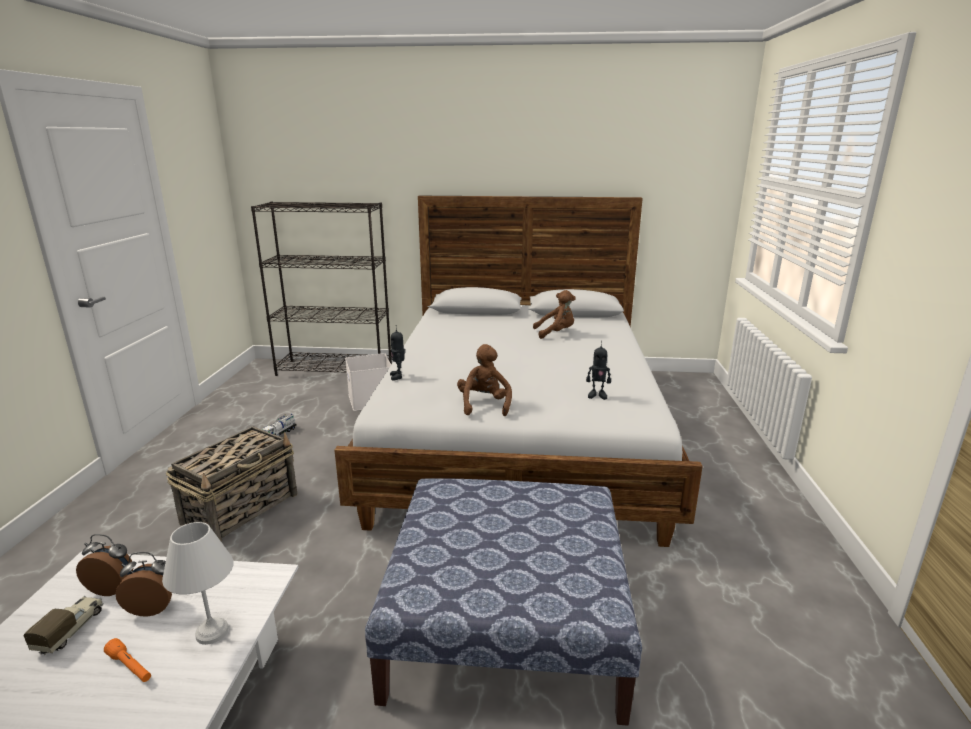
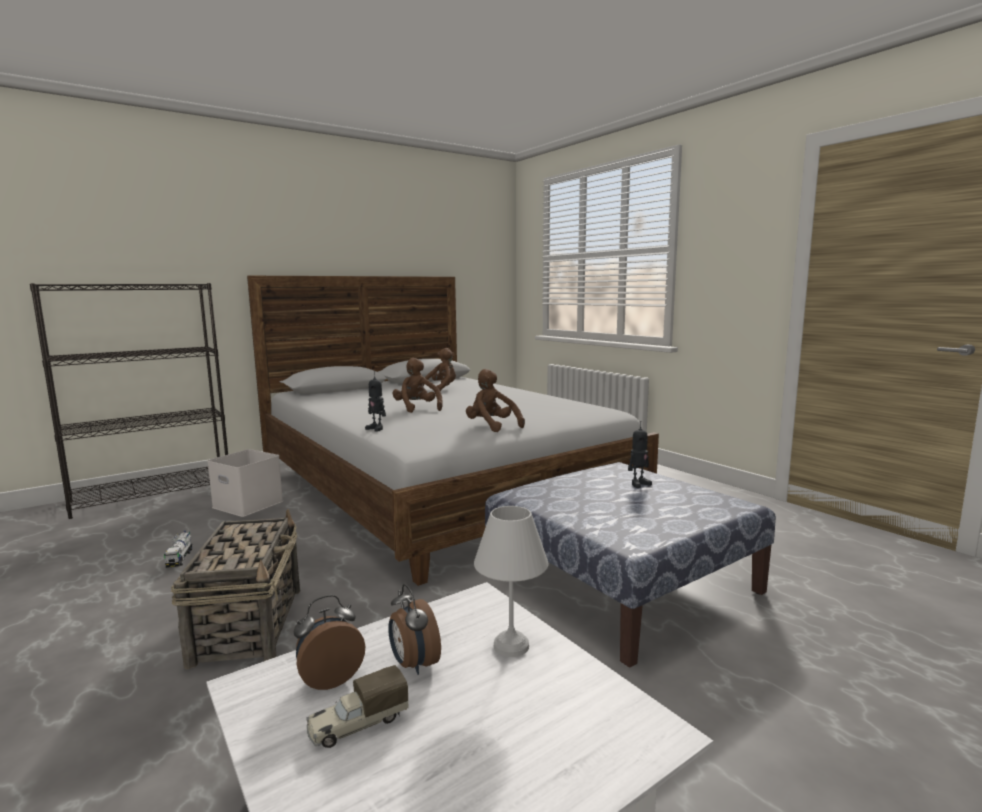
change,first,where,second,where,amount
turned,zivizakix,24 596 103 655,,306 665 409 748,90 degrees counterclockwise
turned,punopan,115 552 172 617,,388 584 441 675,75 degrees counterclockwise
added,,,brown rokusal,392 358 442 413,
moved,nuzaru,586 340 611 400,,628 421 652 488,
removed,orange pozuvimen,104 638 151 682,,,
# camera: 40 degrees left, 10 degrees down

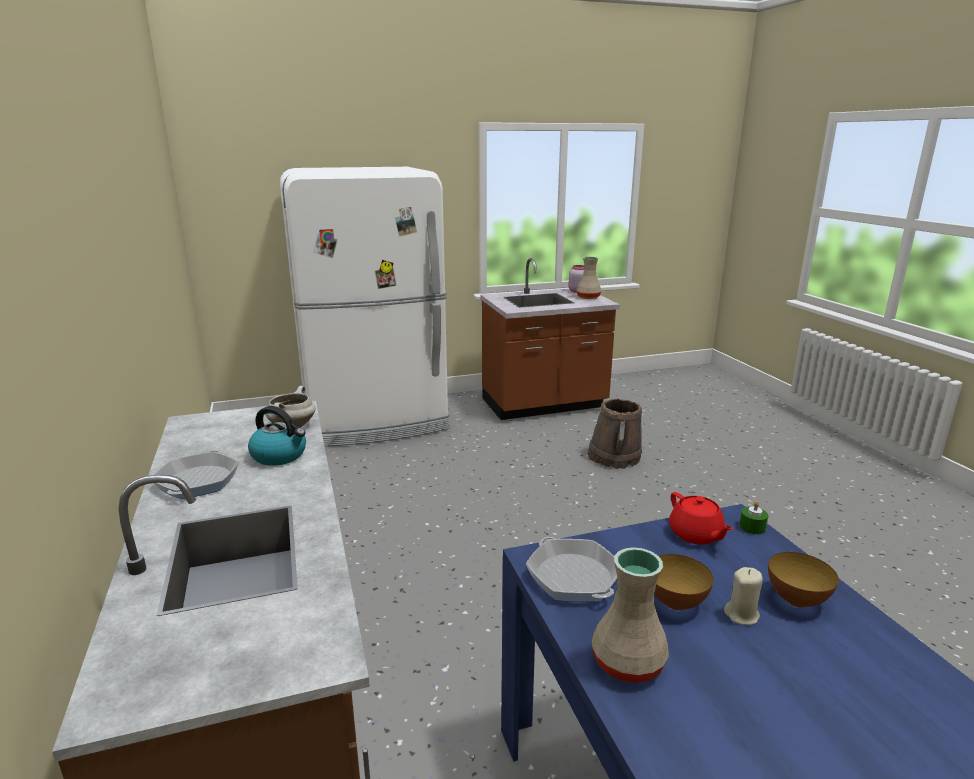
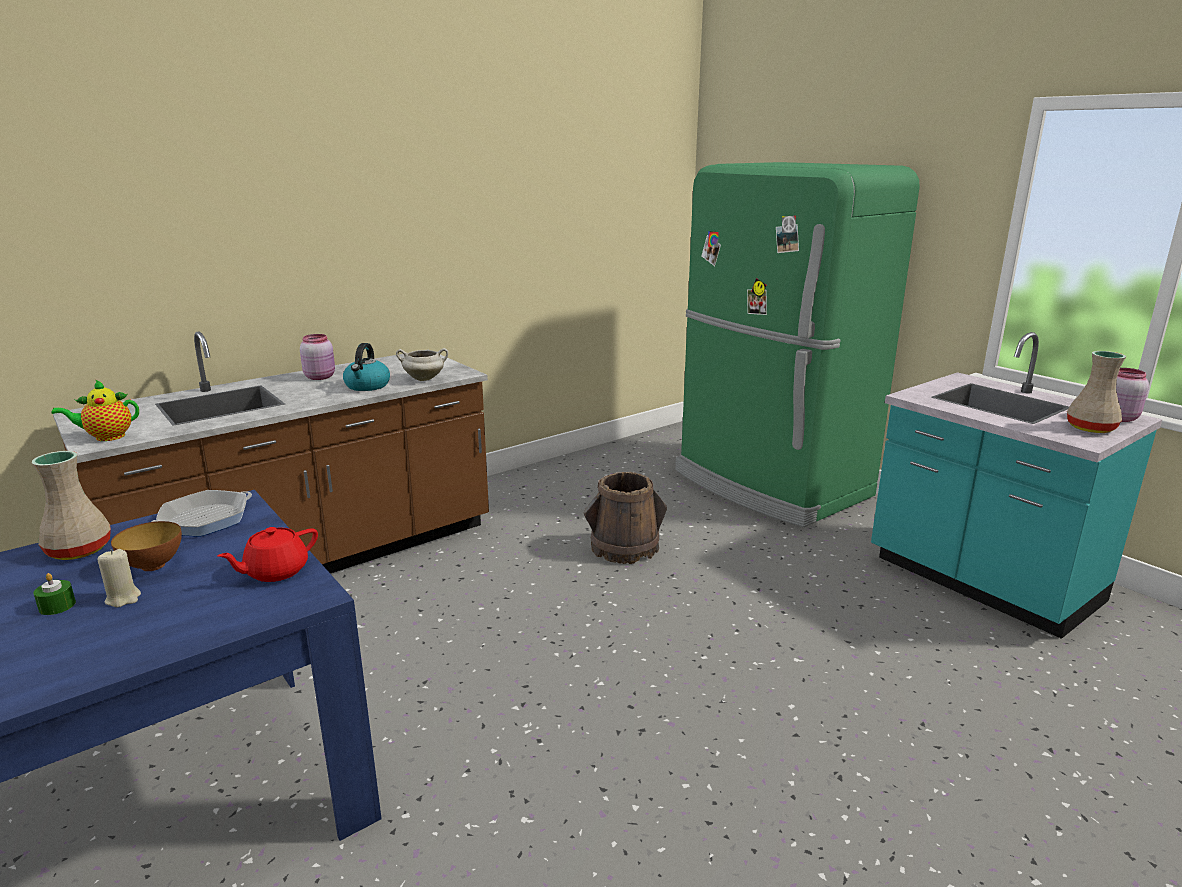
change,first,where,second,where,amount
moved,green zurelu,739 501 768 534,,33 573 76 615,
added,,,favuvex,51 379 139 441,
replaced,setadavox,154 450 239 499,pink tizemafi,300 334 335 380,
moved,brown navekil,588 399 642 469,,583 472 667 564,
recoloured,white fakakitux,280 167 450 447,green fakakitux,675 162 920 527,
recoloured,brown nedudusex,481 258 620 420,turquoise nedudusex,871 332 1163 639,
removed,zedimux,768 552 839 608,,,
# camera: 70 degrees right, 0 degrees up

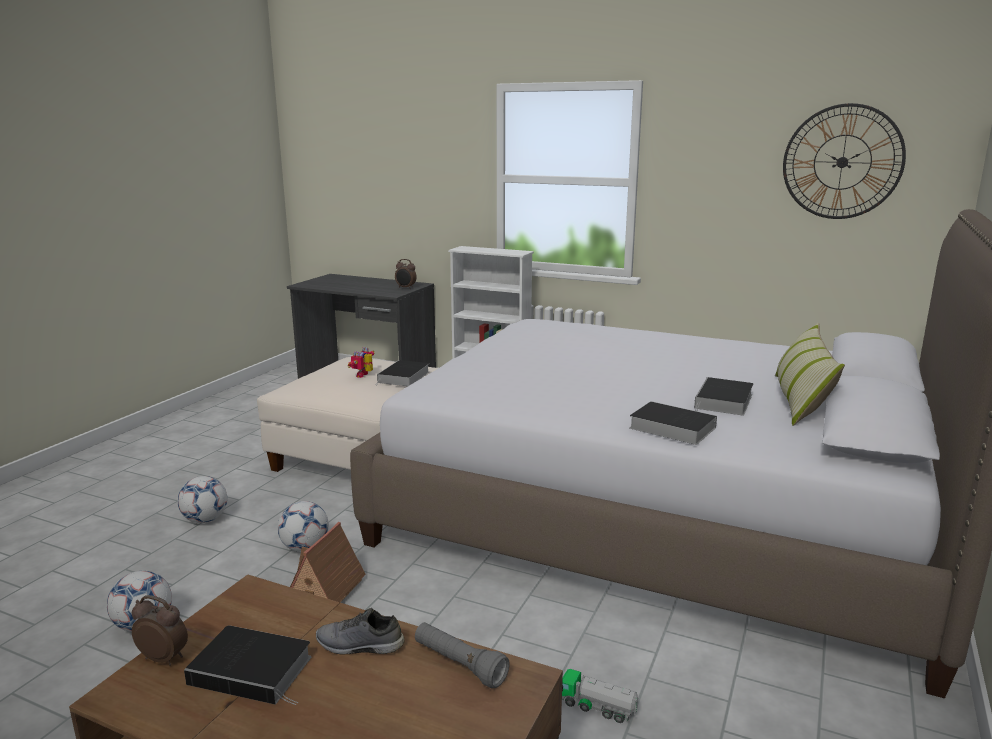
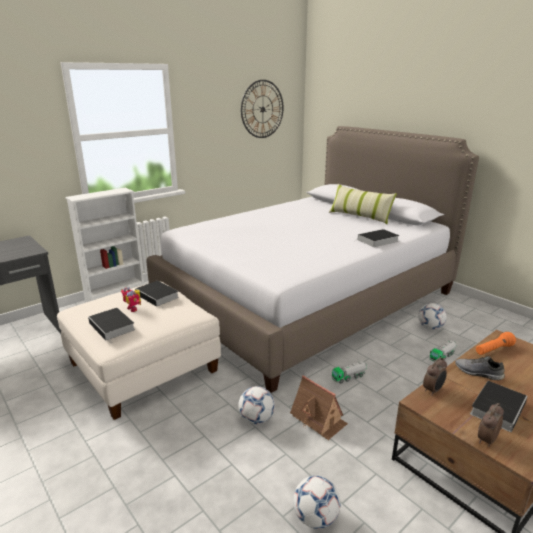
change,first,where,second,where,amount
moved,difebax,694 377 753 416,,88 308 135 343,
added,,,zivizakix,332 361 367 383,
moved,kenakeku,178 476 227 523,,418 303 447 330,
moved,punopan,395 259 417 289,,423 357 447 396,
turned,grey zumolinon,316 608 405 654,,455 356 505 380,90 degrees clockwise
recoloured,grey pozuvimen,415 622 510 688,orange pozuvimen,476 332 516 355,
# camera: 65 degrees left, 5 degrees up

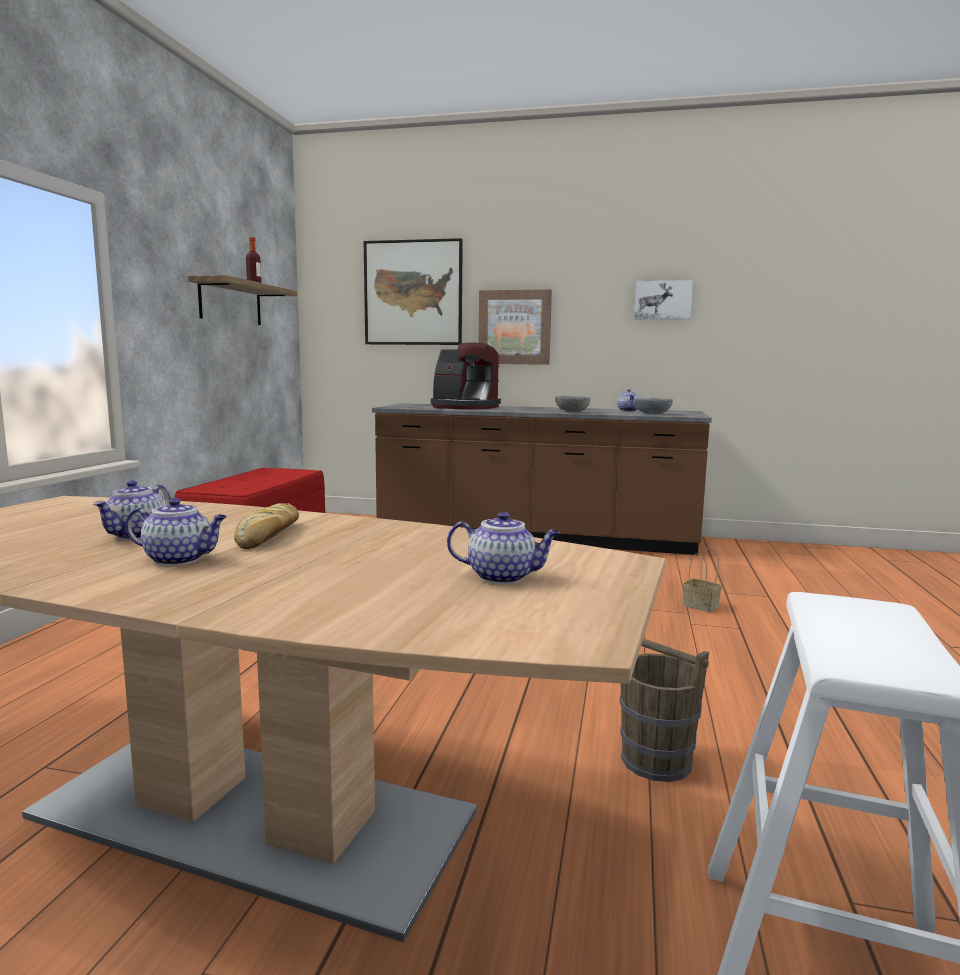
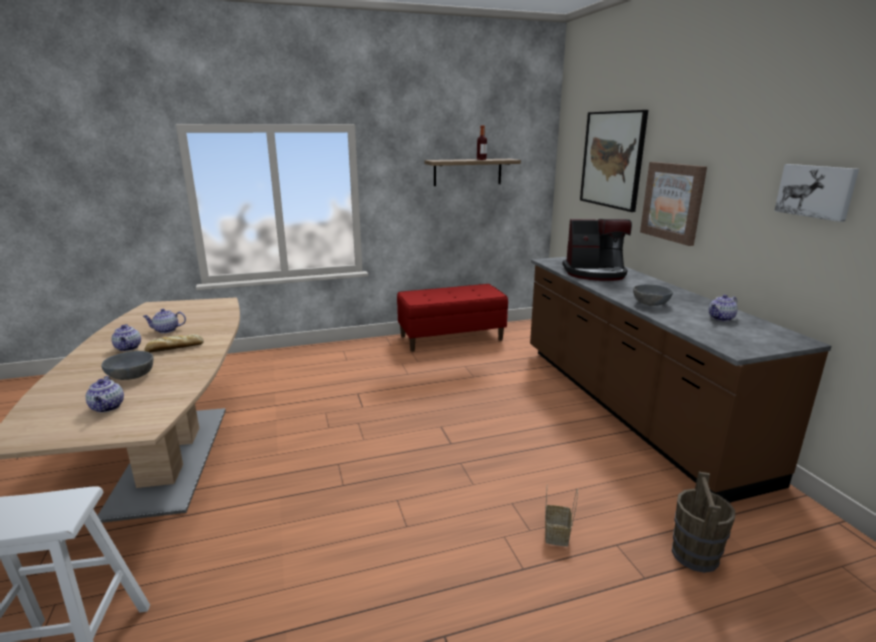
change,first,where,second,where,amount
moved,grey zedimux,635 398 673 414,,101 351 154 380,
turned,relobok,431 342 501 410,,562 219 632 281,75 degrees counterclockwise
moved,brown navekil,620 638 709 782,,672 472 735 573,
# camera: 60 degrees right, 10 degrees up

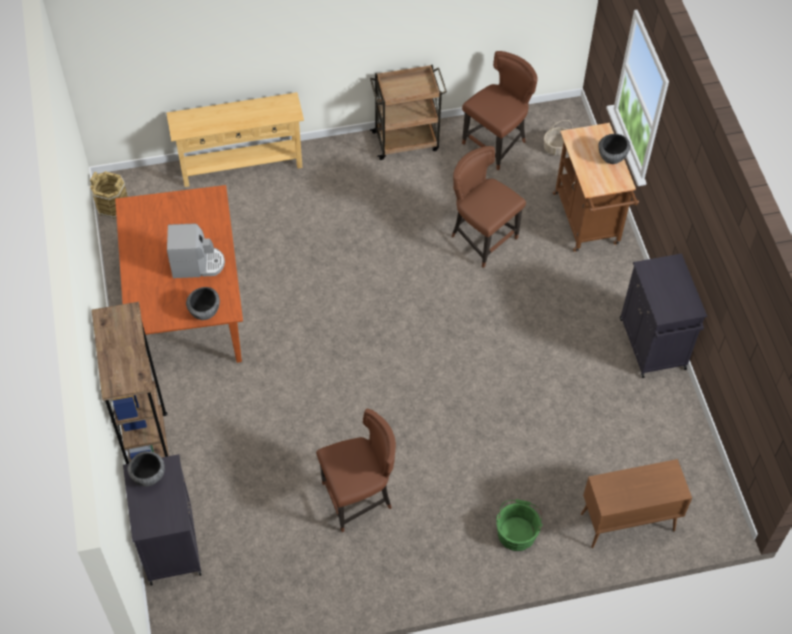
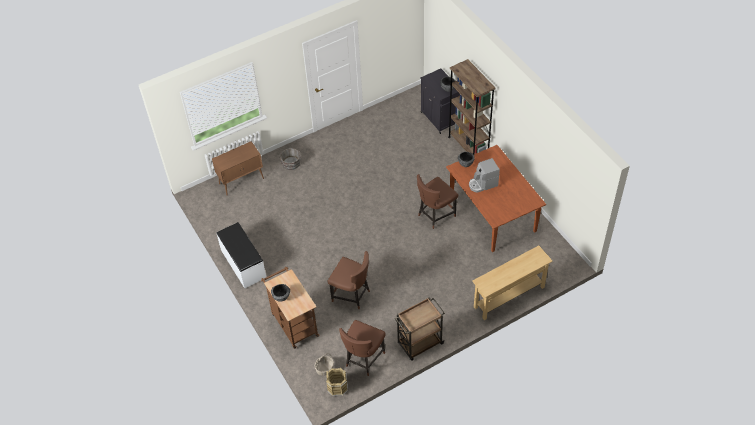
change,first,where,second,where,amount
replaced,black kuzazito,620 253 707 378,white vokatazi,216 222 266 288,
recoloured,green navekil,496 499 542 551,grey navekil,279 148 301 170,
moved,brown navekil,90 171 128 219,,326 368 348 396,
moved,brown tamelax,316 409 396 532,,417 174 458 229,
# camera: 165 degrees right, 5 degrees down

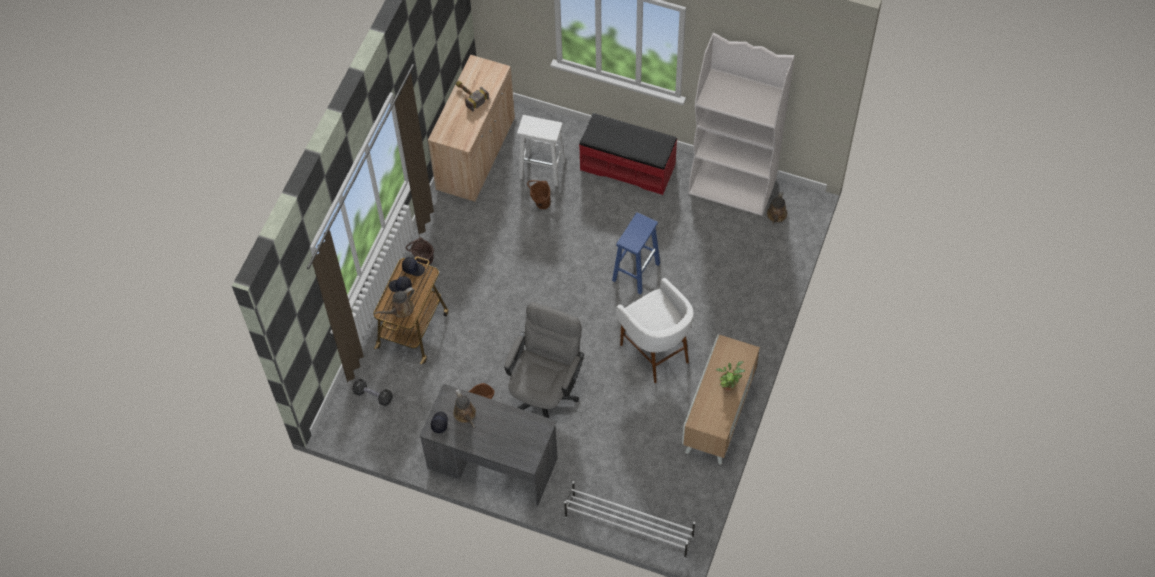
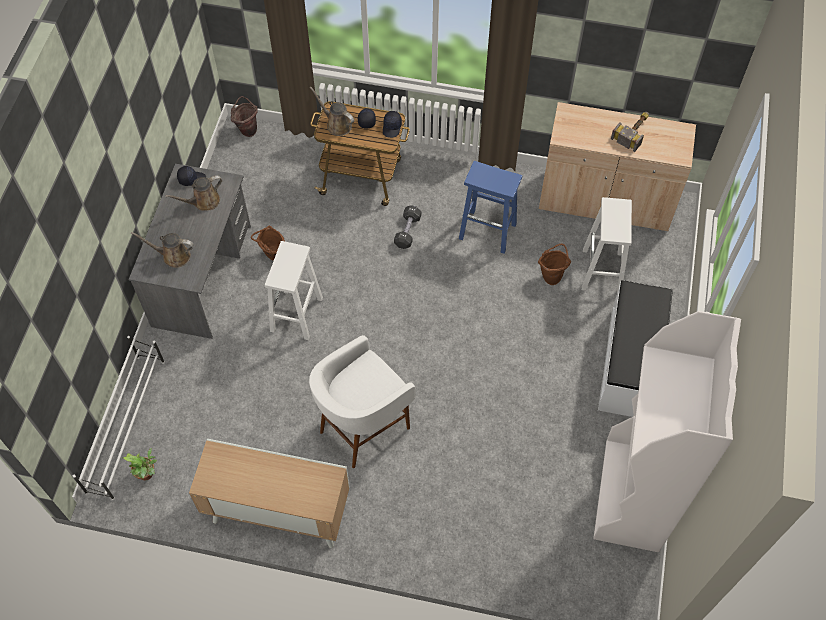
change,first,where,second,where,amount
moved,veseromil,716 361 745 392,,123 448 157 480,
moved,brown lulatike,767 191 788 225,,131 232 194 268,
moved,brown navekil,406 237 434 265,,231 96 257 137,
replaced,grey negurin,504 302 584 418,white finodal,265 241 323 340,
moved,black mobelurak,352 379 393 406,,394 205 421 249,
moved,blue finodal,612 212 660 294,,459 161 522 254,
recoloured,red vokatazi,579 113 677 195,white vokatazi,598 280 673 417,
# camera: 80 degrees right, 0 degrees up

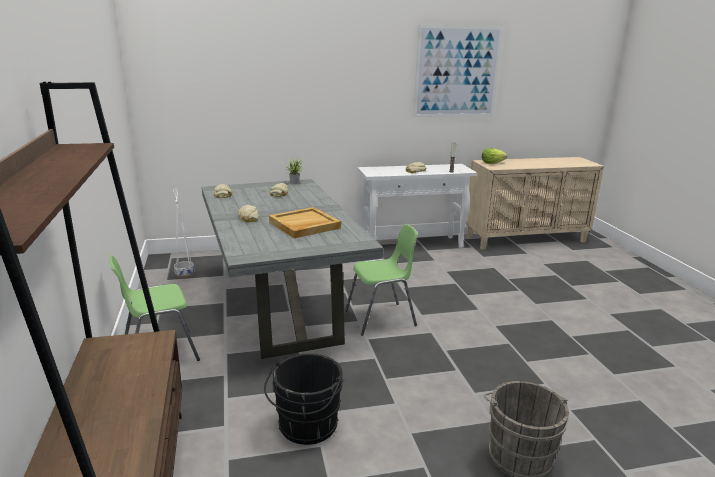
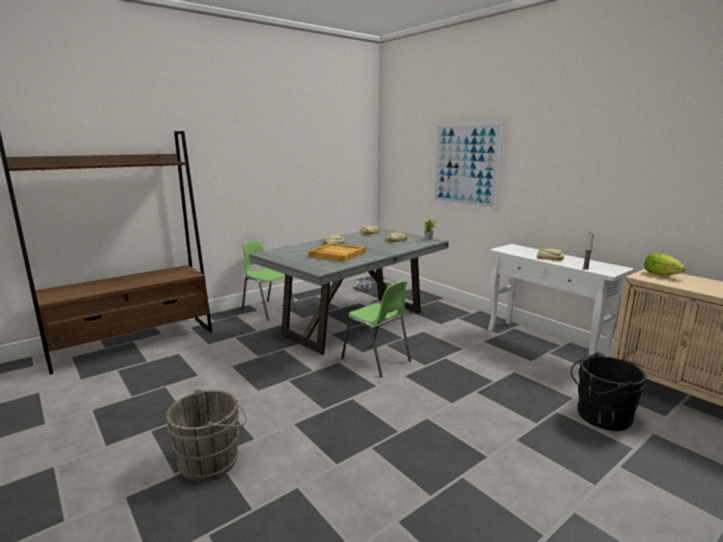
change,first,where,second,where,amount
moved,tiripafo,413 25 503 117,,433 121 504 211,
moved,black navekil,264 353 344 445,,571 353 646 431,
# camera: 65 degrees right, 5 degrees down

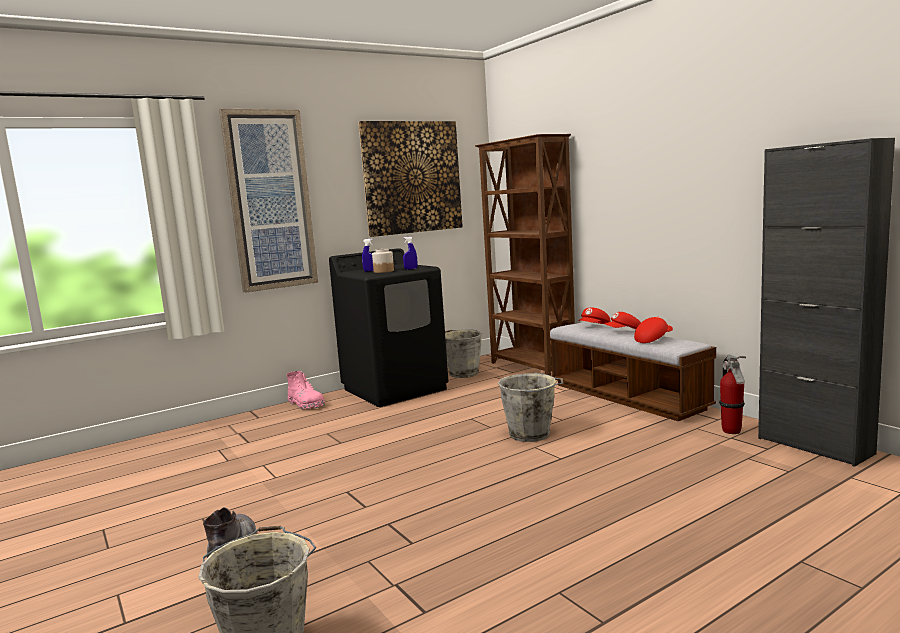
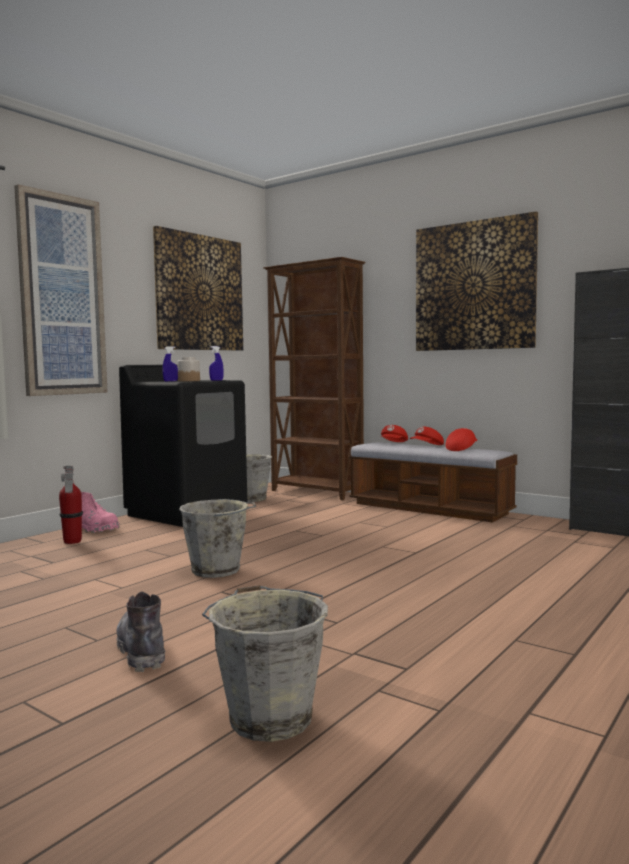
change,first,where,second,where,amount
moved,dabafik,719 354 746 434,,59 465 83 544,
moved,grey navekil,498 373 563 442,,179 499 257 578,
added,,,tiripafo,416 211 538 351,
# camera: 20 degrees left, 5 degrees down

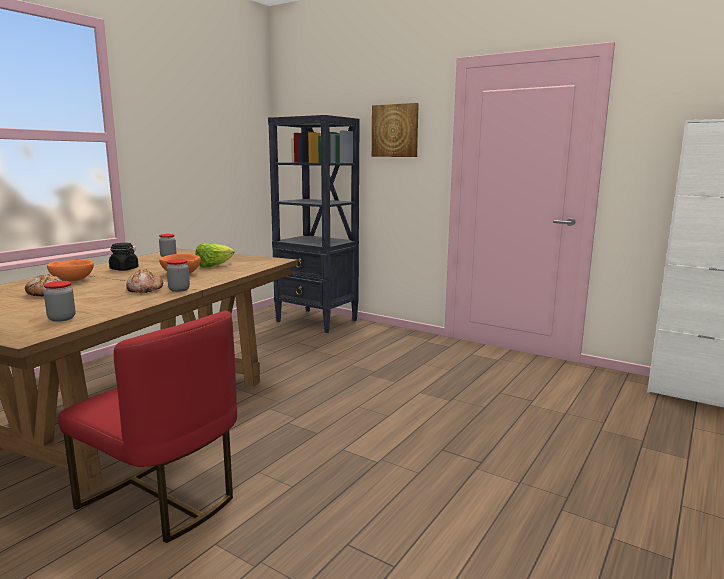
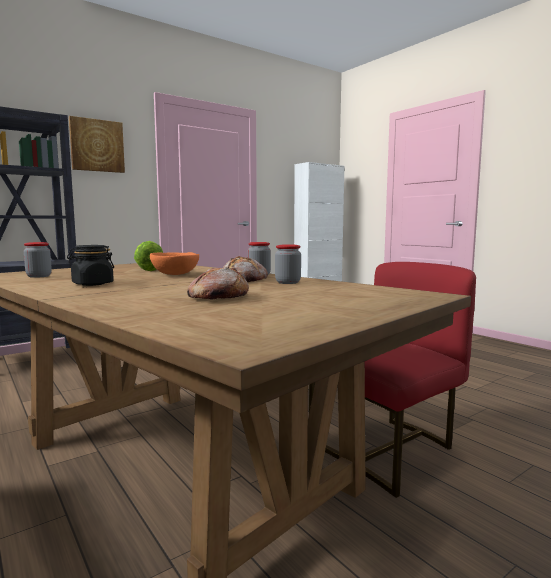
change,first,where,second,where,amount
moved,tizemafi,44 281 75 322,,275 244 301 284,
removed,orange zedimux,47 259 94 282,,,
# camera: 70 degrees left, 5 degrees down

